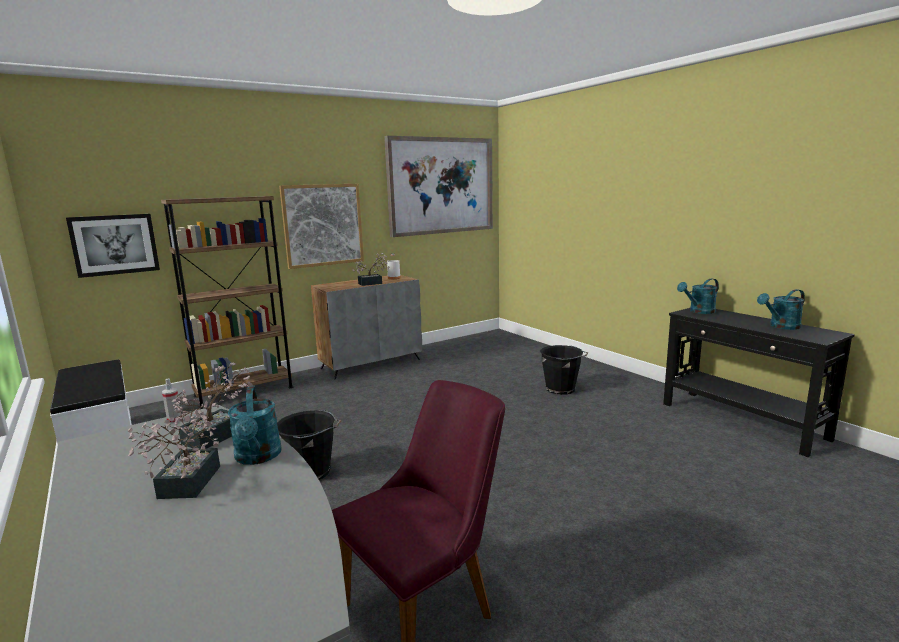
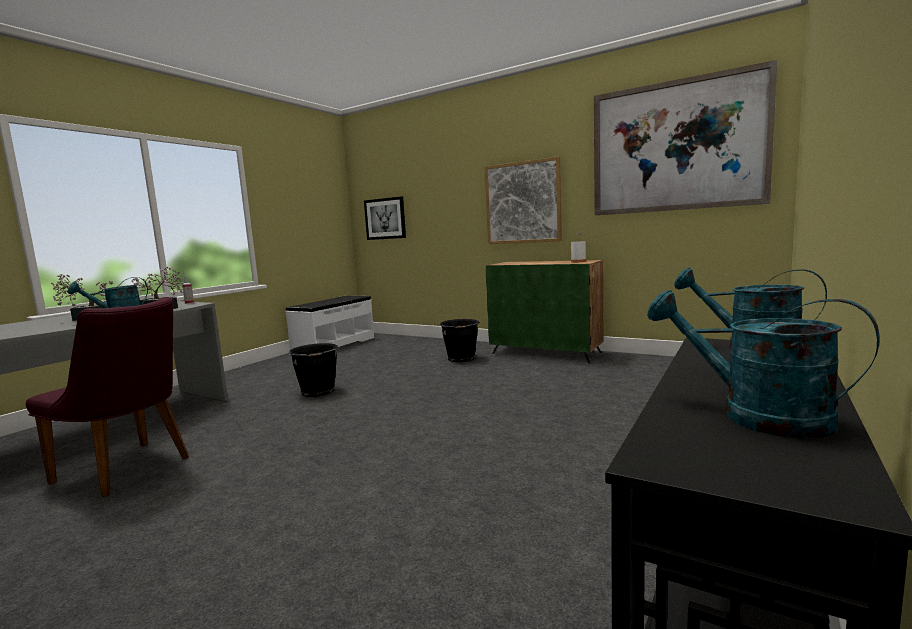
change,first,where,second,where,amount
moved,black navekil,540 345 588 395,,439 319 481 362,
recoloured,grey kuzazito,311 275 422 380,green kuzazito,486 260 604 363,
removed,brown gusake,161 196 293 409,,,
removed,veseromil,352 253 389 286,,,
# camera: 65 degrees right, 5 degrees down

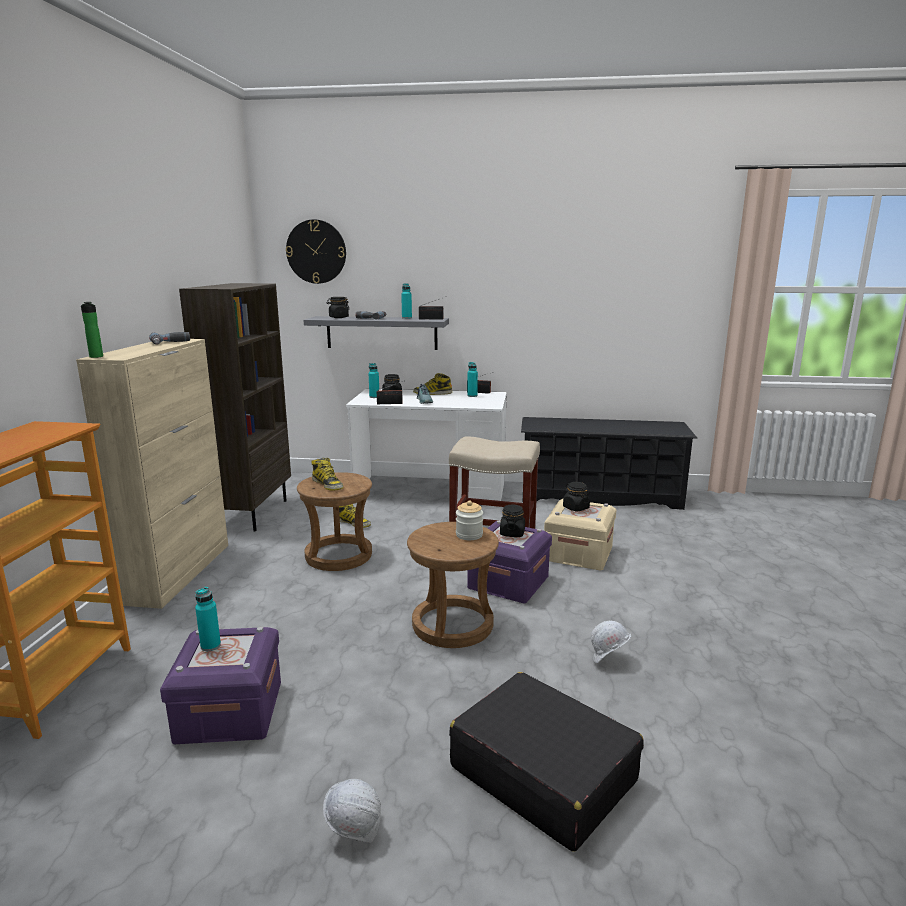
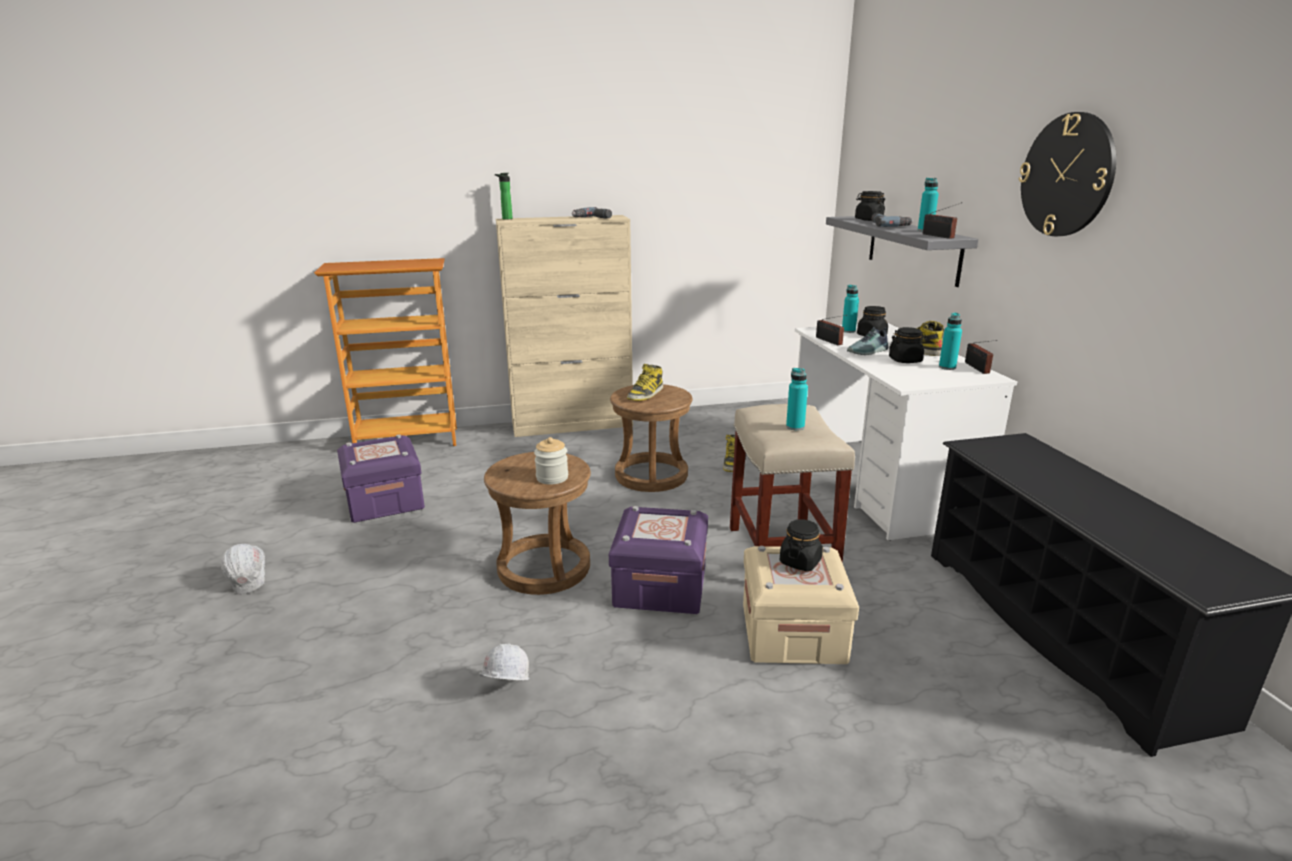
change,first,where,second,where,amount
moved,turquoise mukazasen,195 587 221 651,,786 368 808 430,
moved,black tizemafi,500 505 525 537,,889 327 927 363,
moved,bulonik,286 219 346 284,,1019 112 1116 236,
removed,brown gusake,179 283 291 531,,,
removed,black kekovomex,449 672 644 852,,,
# camera: 70 degrees right, 5 degrees up

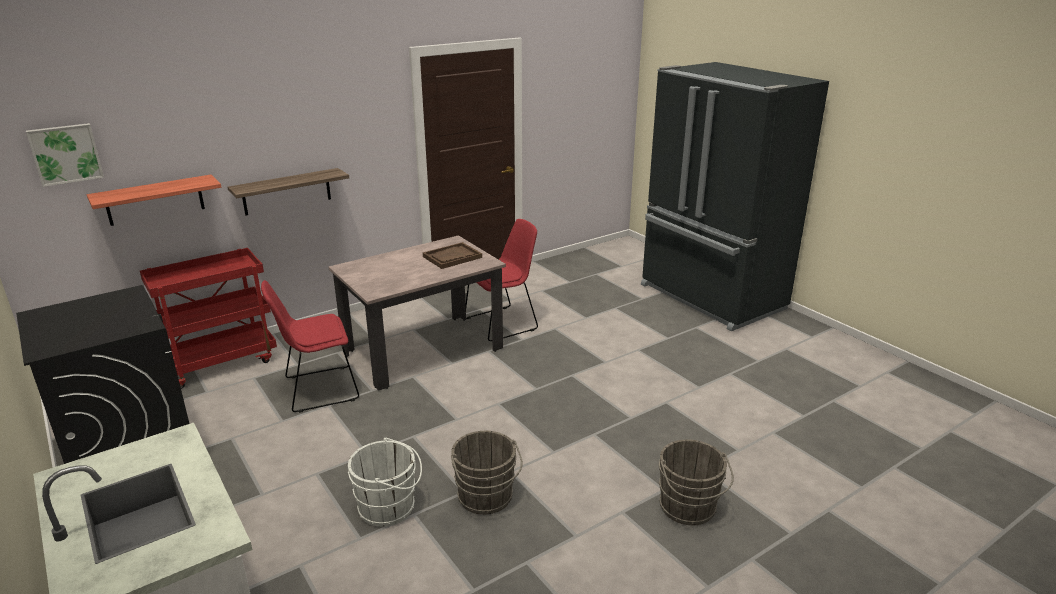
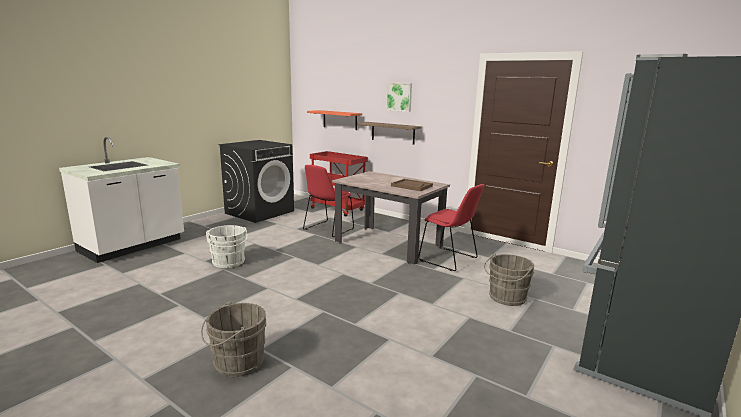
change,first,where,second,where,amount
turned,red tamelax,261 280 359 413,,303 165 354 237,105 degrees counterclockwise
moved,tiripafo,26 123 104 187,,386 83 412 112,
moved,grey navekil,451 431 523 515,,484 254 534 306,
# camera: 70 degrees right, 10 degrees down

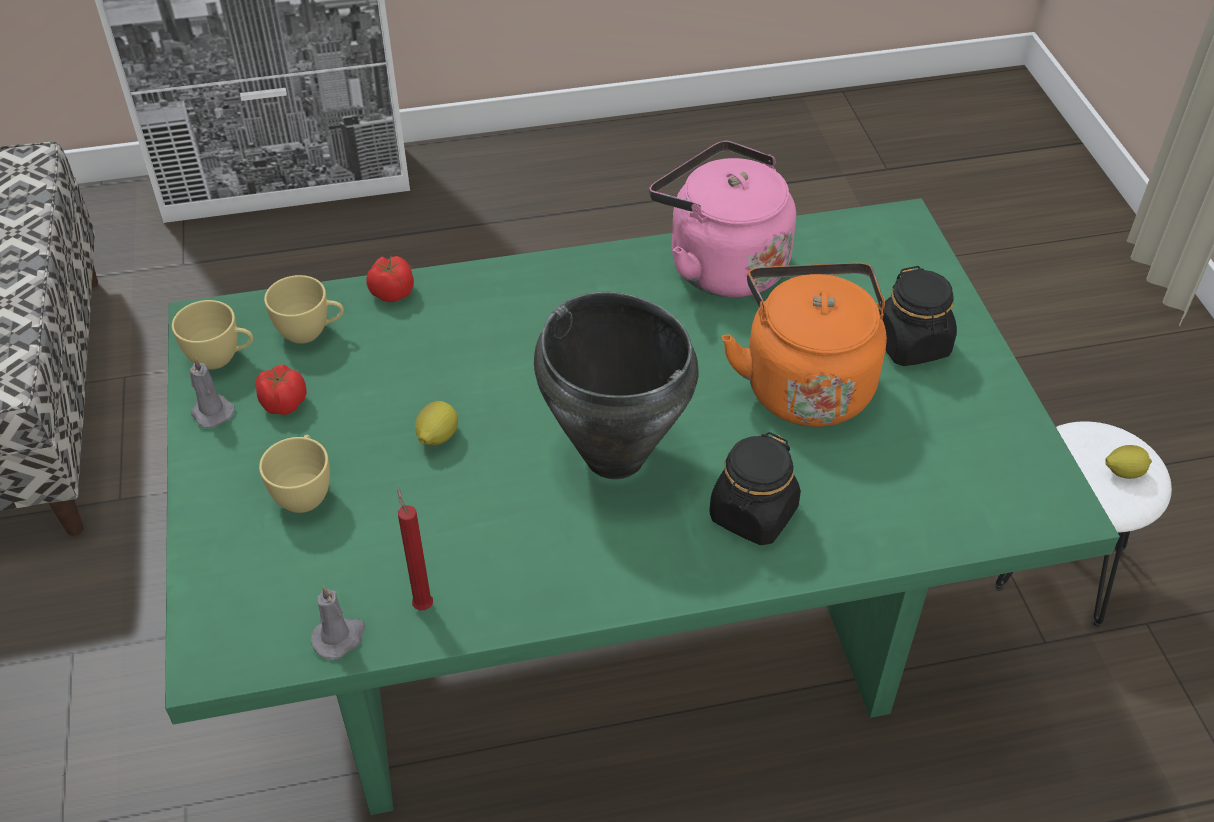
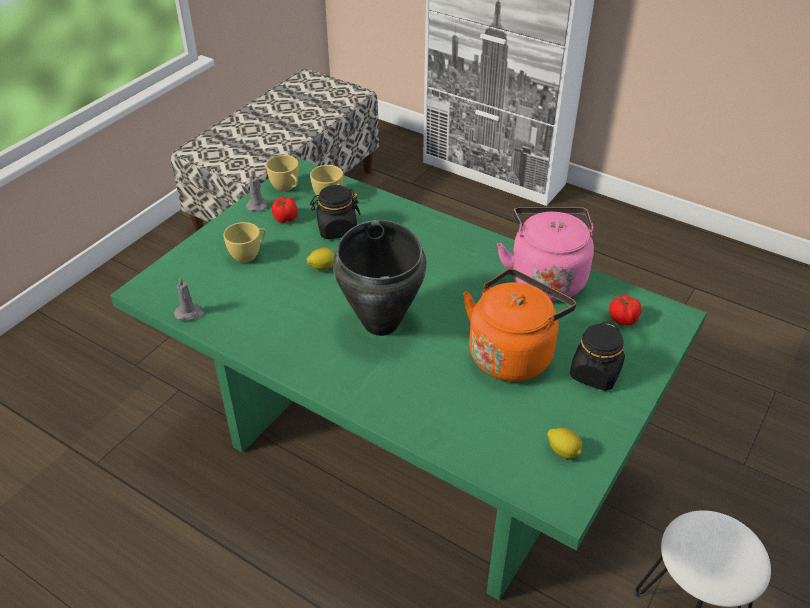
change,first,where,second,where,amount
moved,black tizemafi,709 432 801 545,,310 185 361 239,
moved,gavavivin,1105 445 1152 479,,547 428 582 459,
moved,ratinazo,366 256 414 302,,609 295 641 326,
removed,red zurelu,397 487 433 611,,,
# camera: 45 degrees right, 5 degrees down

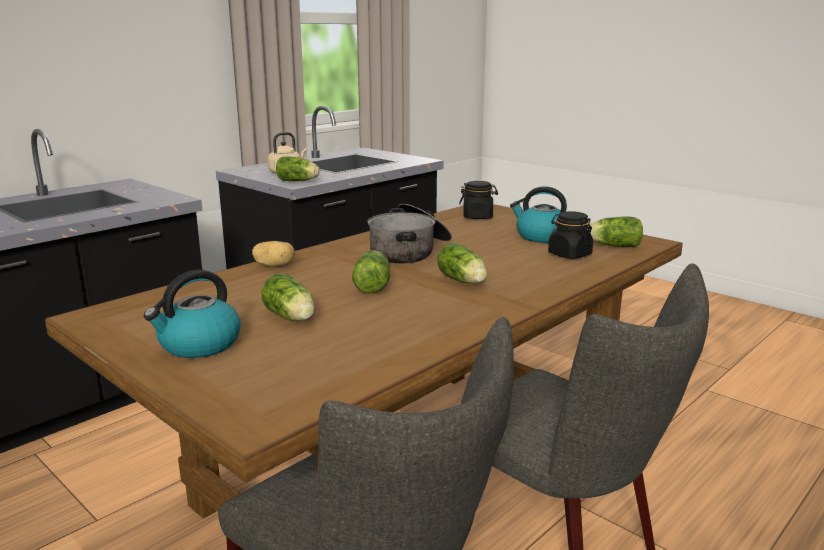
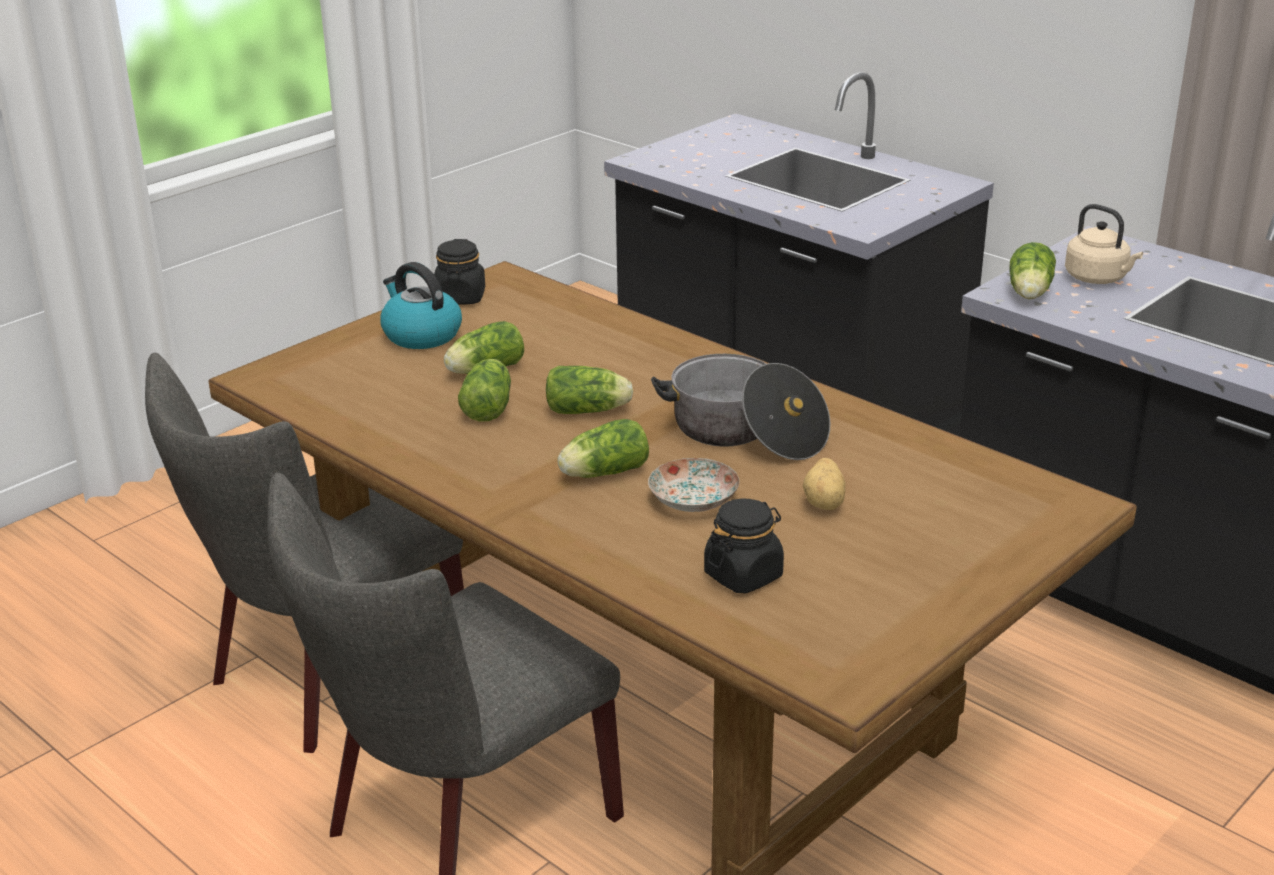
change,first,where,second,where,amount
moved,black tizemafi,459 181 498 219,,434 239 485 305,
moved,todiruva,587 217 643 247,,458 359 511 422,
added,,,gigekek,648 458 740 512,
moved,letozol,252 241 295 267,,803 458 845 510,
removed,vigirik,510 186 567 243,,,
# camera: 90 degrees right, 10 degrees up

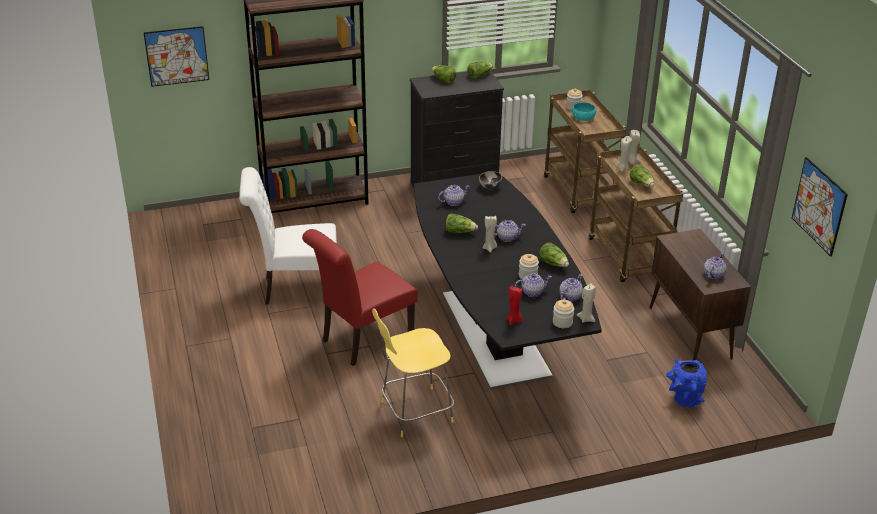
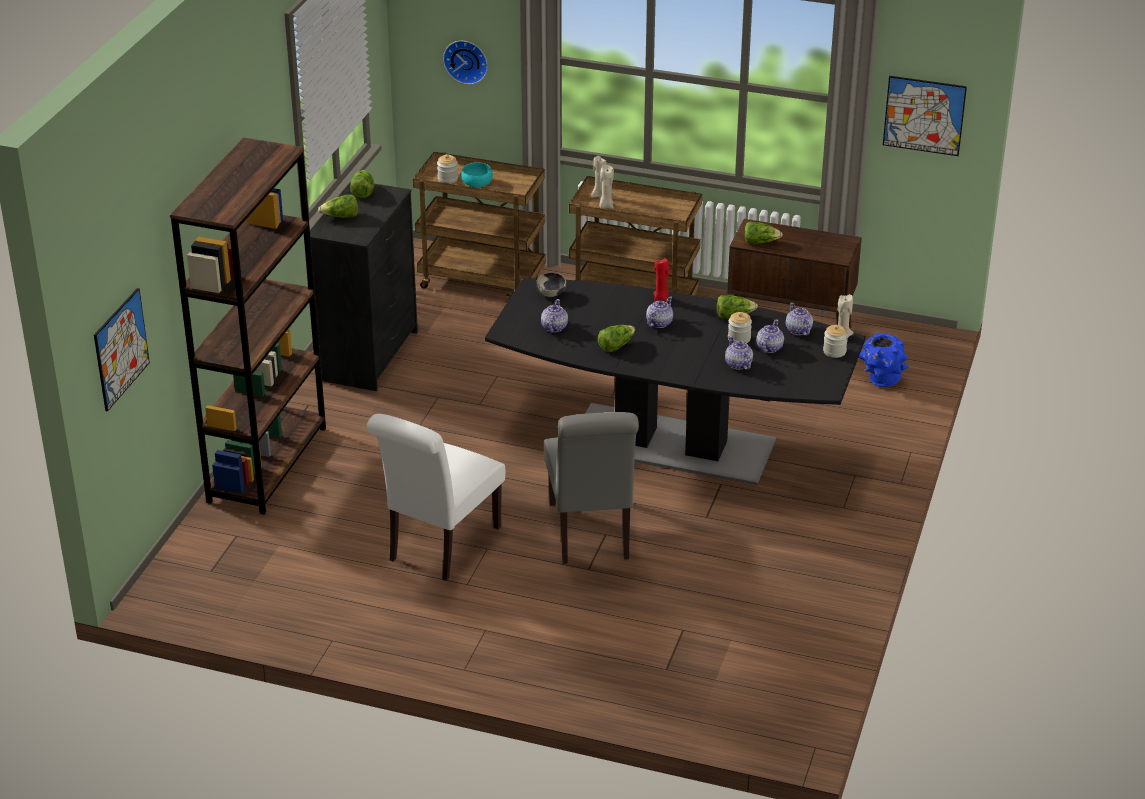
change,first,where,second,where,amount
added,,,bulonik,443 41 488 85,
recoloured,red tamelax,302 229 418 366,grey tamelax,544 412 639 564,
moved,red zurelu,506 286 523 326,,653 258 669 302,
moved,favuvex,704 253 727 279,,725 336 753 370,
moved,todiruva,630 165 654 187,,744 221 783 244,
removed,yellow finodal,372 308 454 437,,,
removed,beige zurelu,483 216 497 253,,,
# camera: 55 degrees left, 0 degrees up

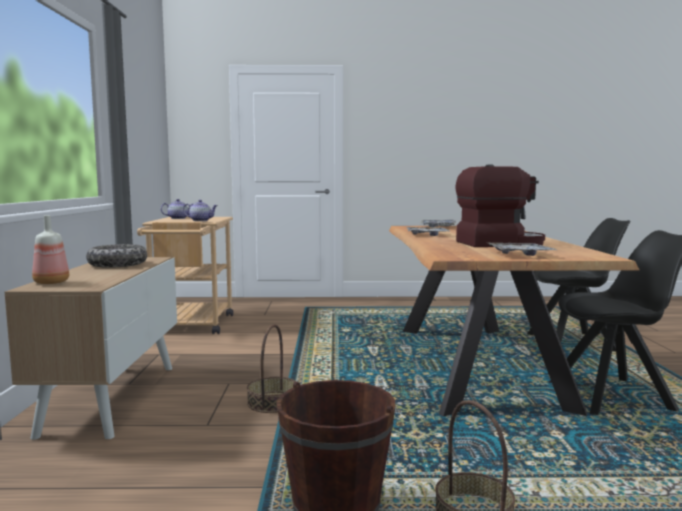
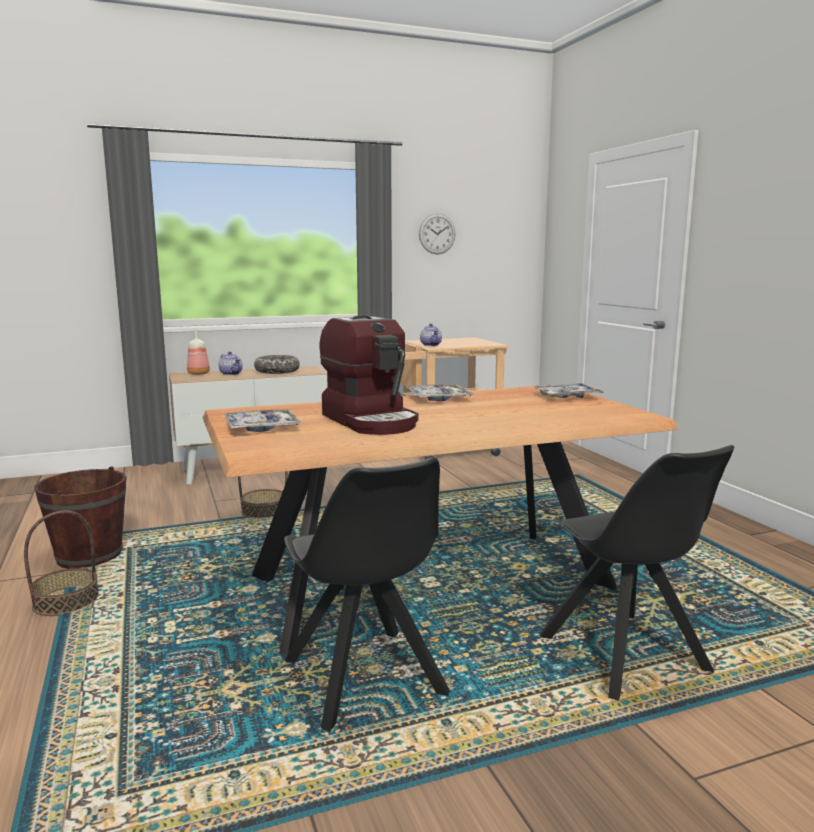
change,first,where,second,where,amount
moved,favuvex,161 199 193 219,,219 351 243 375,
added,,,bulonik,419 213 456 254,
# camera: 70 degrees right, 5 degrees up

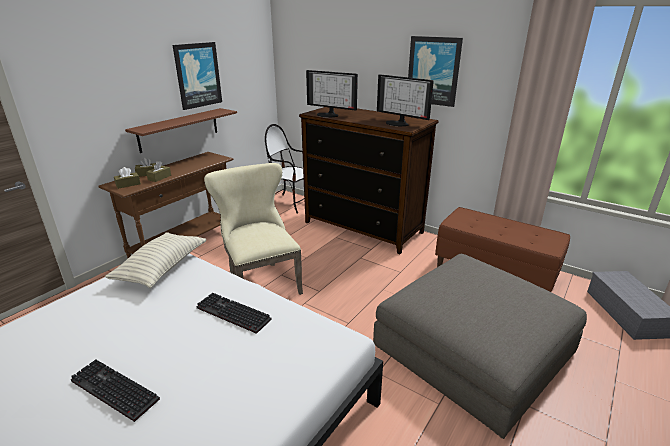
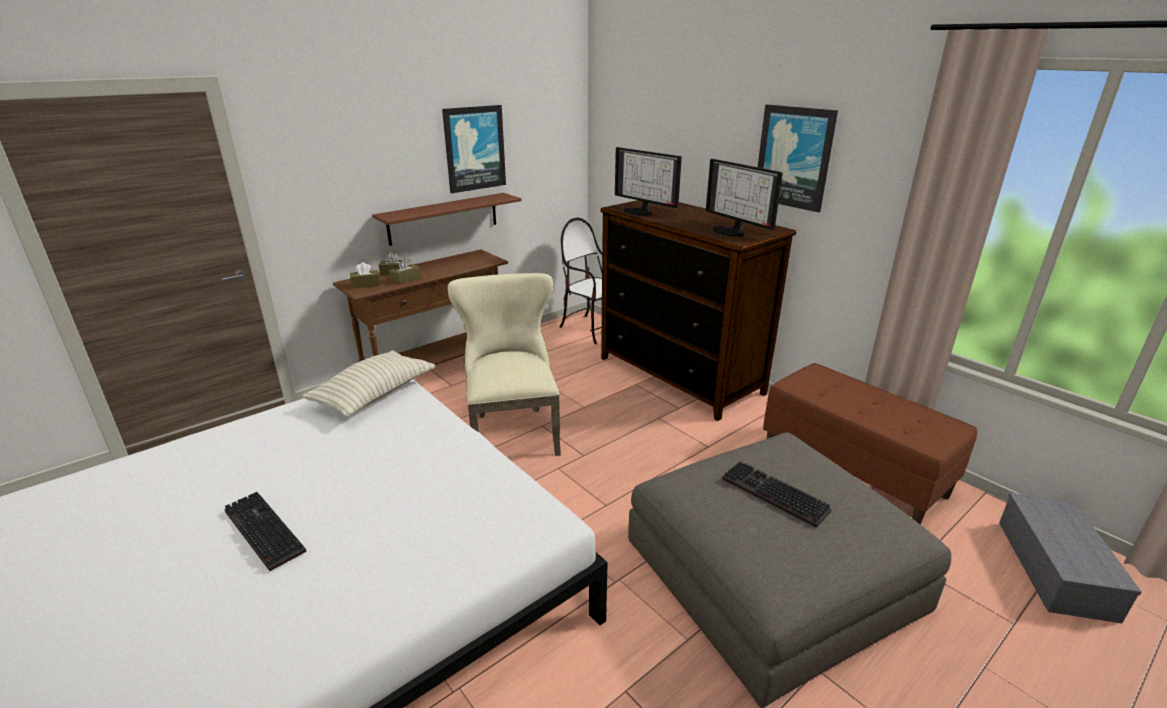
change,first,where,second,where,amount
moved,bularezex,196 293 272 334,,722 462 832 528,
# camera: 15 degrees right, 0 degrees up

